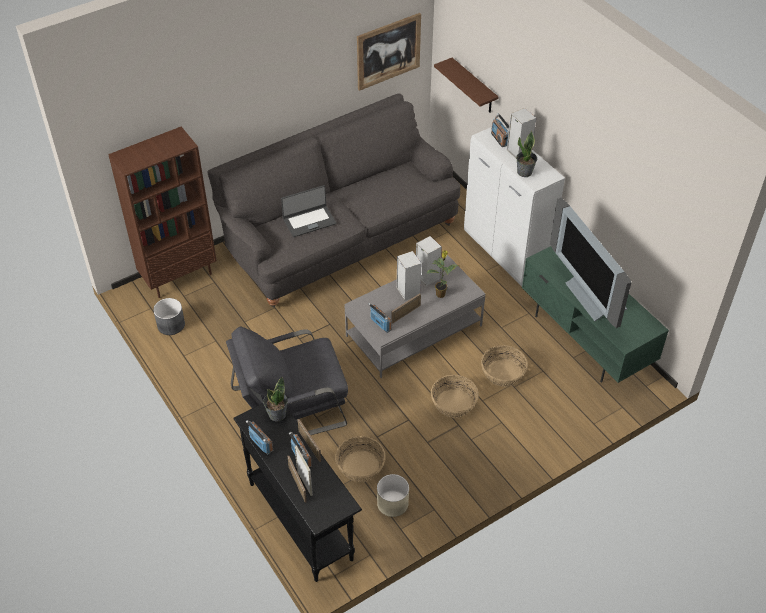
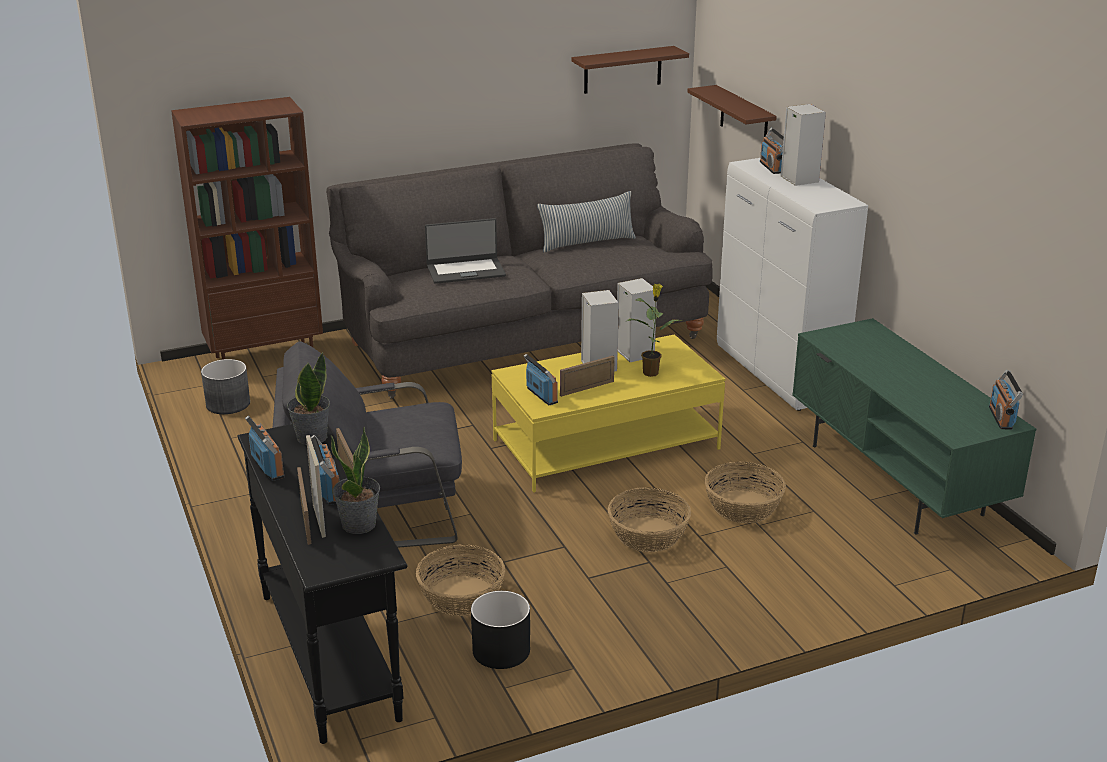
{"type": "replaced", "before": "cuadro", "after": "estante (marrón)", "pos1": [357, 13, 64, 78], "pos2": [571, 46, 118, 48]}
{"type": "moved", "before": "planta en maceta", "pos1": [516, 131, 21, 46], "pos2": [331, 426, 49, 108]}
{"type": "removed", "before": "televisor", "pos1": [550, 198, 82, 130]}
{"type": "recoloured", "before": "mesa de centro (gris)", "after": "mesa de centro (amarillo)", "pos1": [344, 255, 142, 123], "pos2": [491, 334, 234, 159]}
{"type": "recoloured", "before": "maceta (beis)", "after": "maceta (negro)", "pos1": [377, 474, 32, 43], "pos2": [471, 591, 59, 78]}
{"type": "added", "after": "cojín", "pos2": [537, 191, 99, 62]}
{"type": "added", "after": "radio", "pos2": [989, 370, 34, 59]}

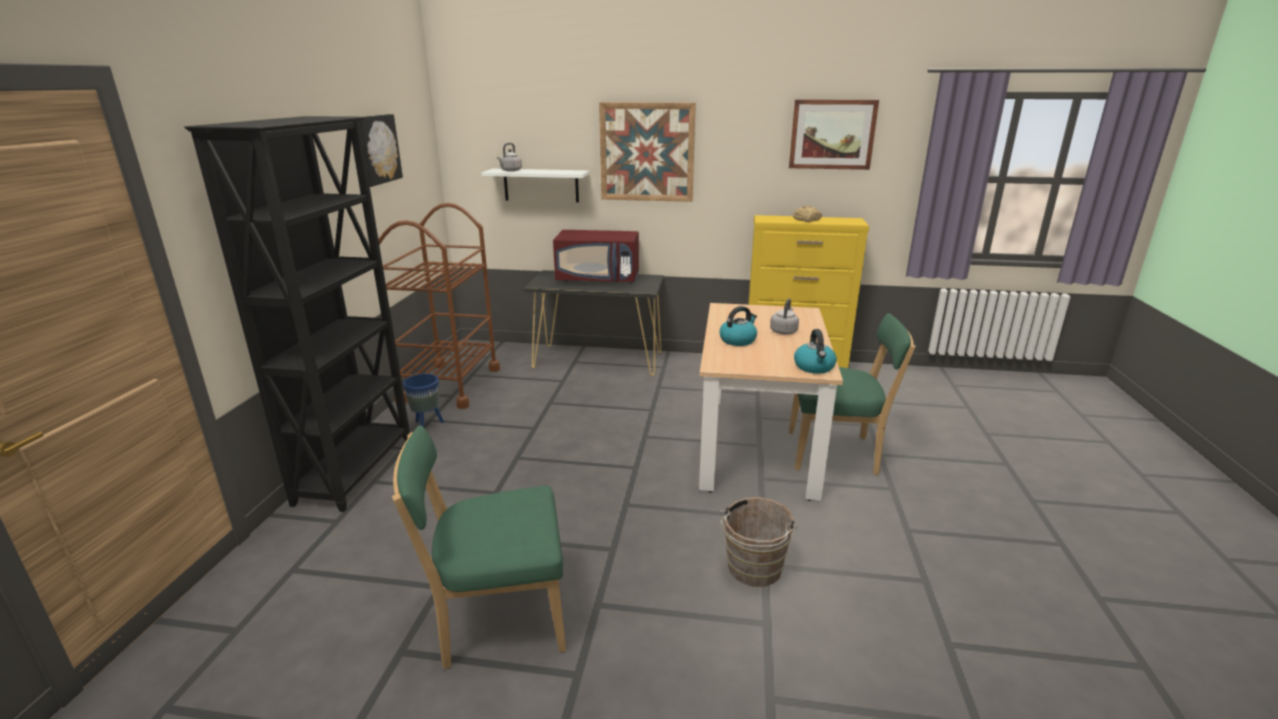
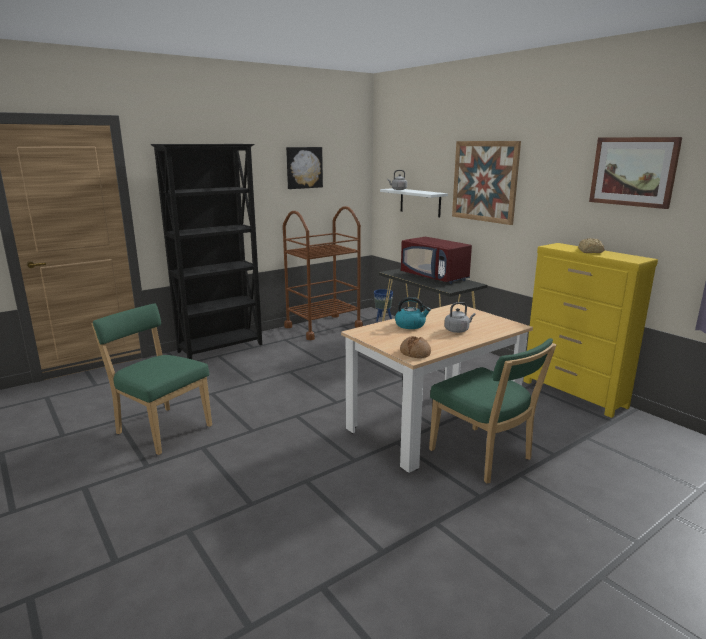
{"type": "replaced", "before": "hervidor", "after": "pan", "pos1": [794, 329, 43, 45], "pos2": [400, 336, 31, 22]}
{"type": "moved", "before": "maceta (azul)", "pos1": [403, 374, 41, 53], "pos2": [374, 289, 19, 33]}
{"type": "removed", "before": "cubo (marrón)", "pos1": [719, 497, 78, 90]}

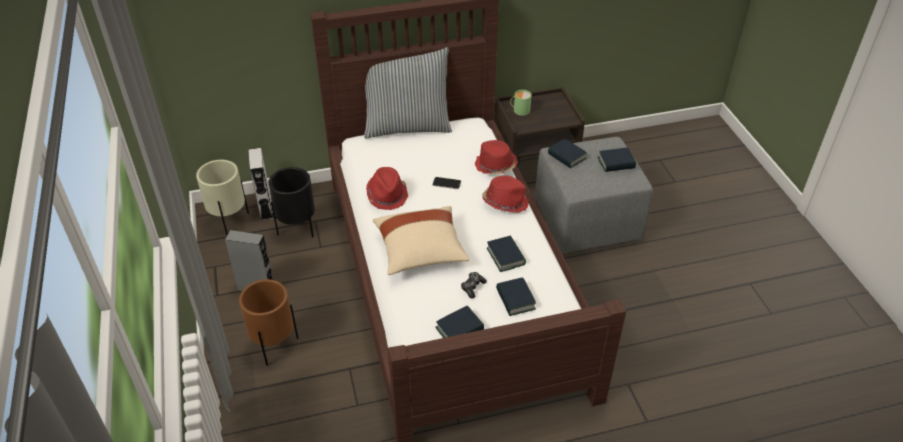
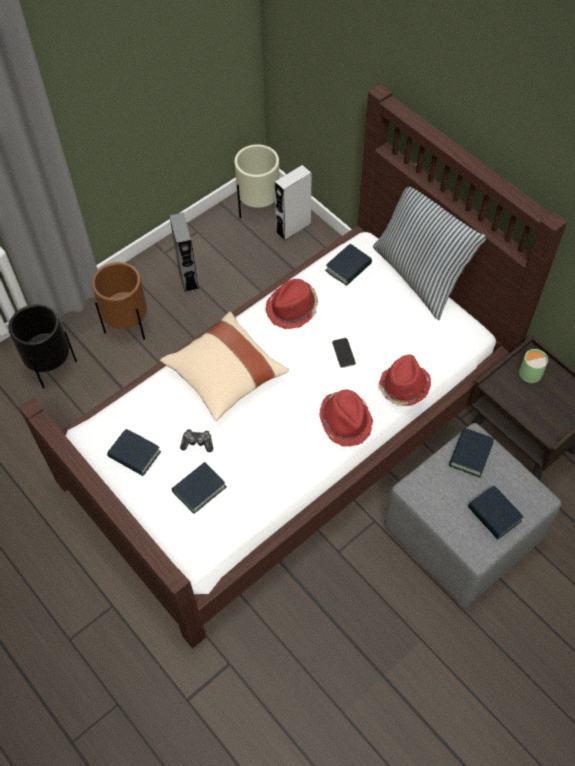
{"type": "moved", "before": "maceta (negro)", "pos1": [269, 167, 46, 70], "pos2": [9, 304, 68, 84]}
{"type": "moved", "before": "libro", "pos1": [487, 236, 39, 36], "pos2": [325, 244, 47, 42]}

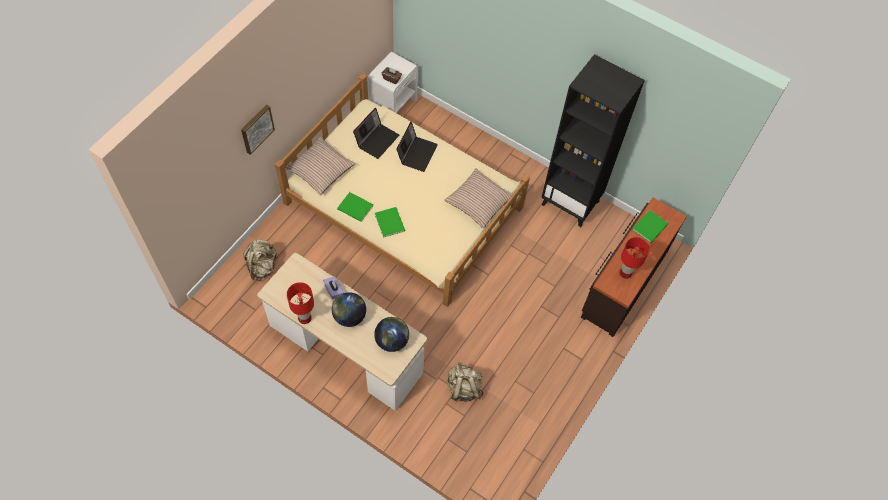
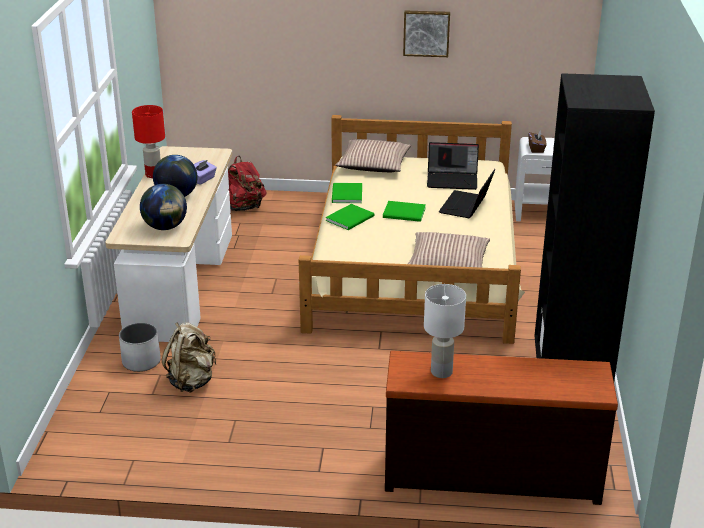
{"type": "moved", "before": "cuadro", "pos1": [241, 105, 34, 50], "pos2": [403, 11, 47, 46]}
{"type": "turned", "before": "portátil", "pos1": [396, 122, 42, 50], "pos2": [439, 169, 56, 49], "turn": 120}
{"type": "moved", "before": "libro (verde)", "pos1": [632, 210, 36, 33], "pos2": [383, 201, 43, 21]}
{"type": "recoloured", "before": "lámpara de mesa (rojo)", "after": "lámpara de mesa (blanco)", "pos1": [620, 237, 30, 42], "pos2": [424, 284, 42, 94]}
{"type": "recoloured", "before": "mochila (beis)", "after": "mochila (rojo)", "pos1": [243, 239, 35, 42], "pos2": [228, 156, 38, 55]}
{"type": "added", "after": "maceta (blanco)", "pos2": [119, 323, 42, 49]}

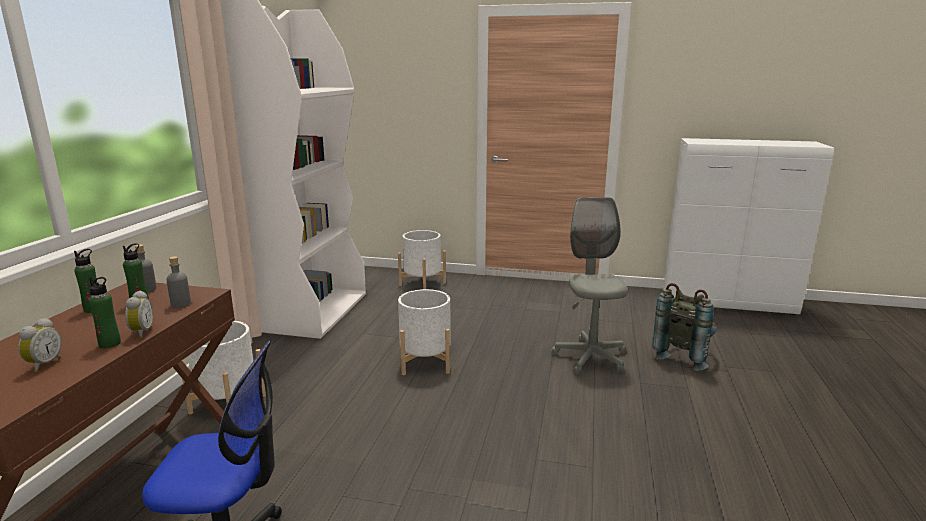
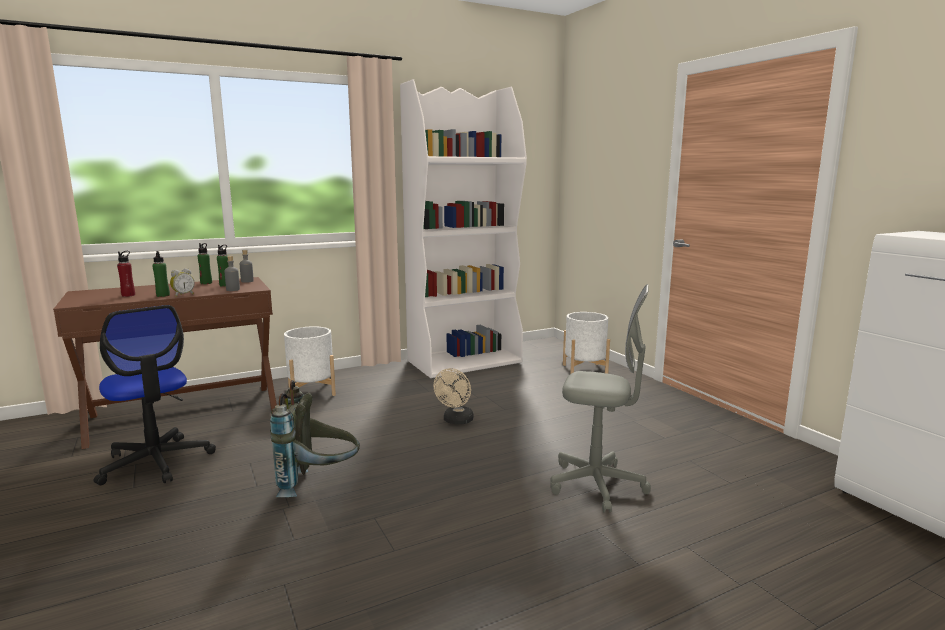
{"type": "turned", "before": "silla de oficina (gris)", "pos1": [551, 197, 77, 178], "pos2": [550, 284, 101, 229], "turn": 60}
{"type": "moved", "before": "mochila (gris)", "pos1": [652, 283, 65, 88], "pos2": [270, 380, 90, 117]}
{"type": "replaced", "before": "maceta (blanco)", "after": "ventilador (beis)", "pos1": [398, 289, 53, 86], "pos2": [433, 368, 41, 57]}
{"type": "replaced", "before": "despertador", "after": "botella (rojo)", "pos1": [18, 318, 44, 54], "pos2": [117, 251, 18, 46]}

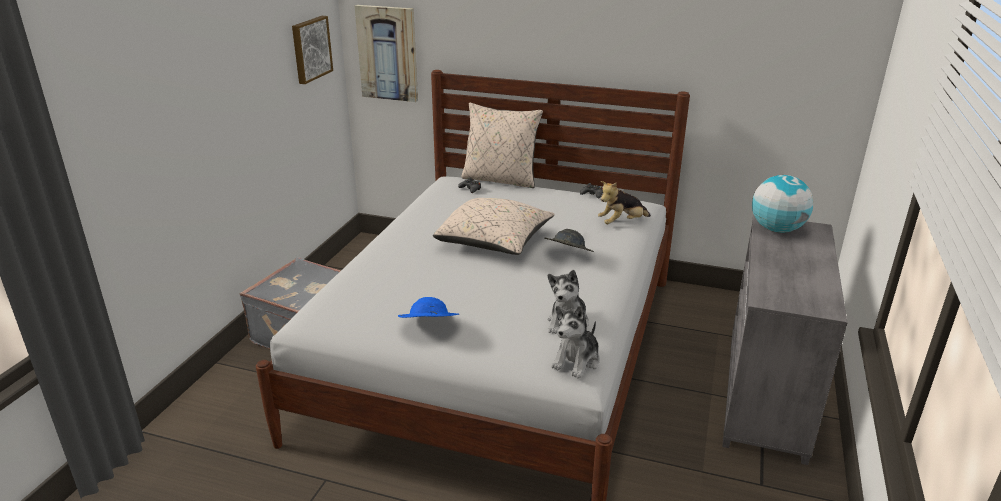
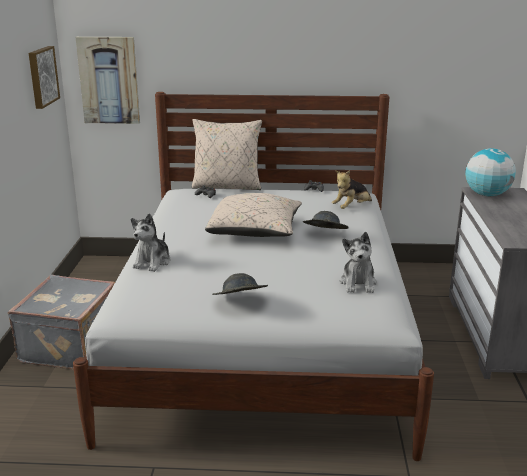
{"type": "recoloured", "before": "sombrero (azul)", "after": "sombrero (gris)", "pos1": [398, 297, 61, 21], "pos2": [212, 273, 56, 22]}
{"type": "moved", "before": "peluche", "pos1": [551, 306, 49, 72], "pos2": [131, 213, 40, 59]}

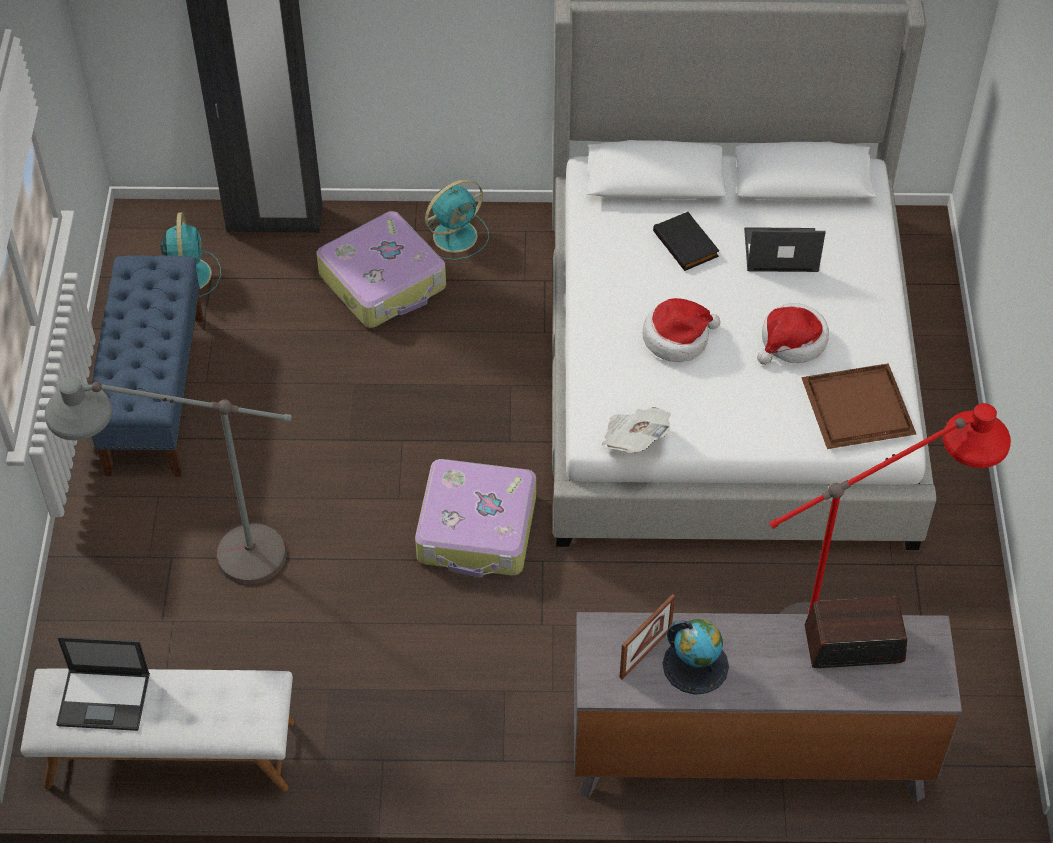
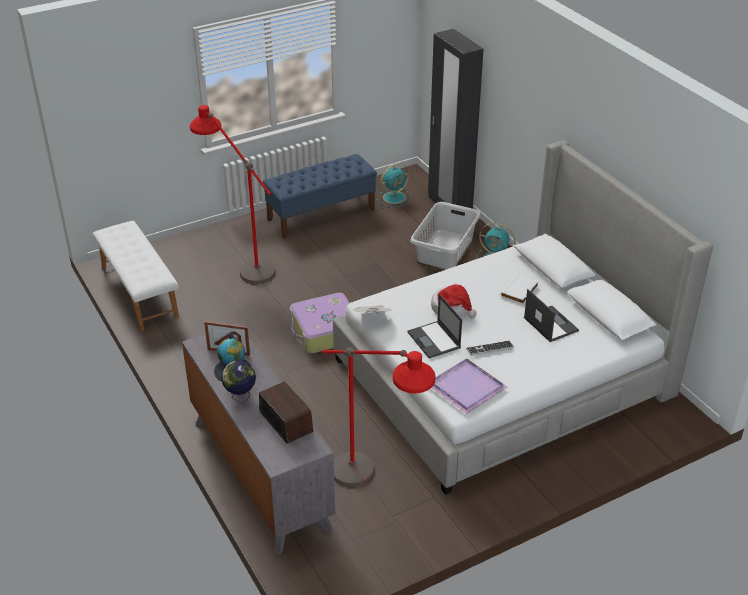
{"type": "replaced", "before": "maleta", "after": "cesto de la ropa (gris)", "pos1": [317, 211, 129, 117], "pos2": [410, 202, 71, 67]}
{"type": "recoloured", "before": "libro (negro)", "after": "libro (blanco)", "pos1": [653, 212, 66, 59], "pos2": [501, 273, 38, 31]}
{"type": "replaced", "before": "sombrero", "after": "teclado", "pos1": [757, 303, 72, 62], "pos2": [466, 341, 48, 15]}
{"type": "recoloured", "before": "bandeja (marrón)", "after": "bandeja (morado)", "pos1": [801, 363, 115, 86], "pos2": [432, 358, 75, 56]}
{"type": "recoloured", "before": "lámpara de pie (gris)", "after": "lámpara de pie (rojo)", "pos1": [45, 376, 247, 209], "pos2": [190, 105, 86, 179]}
{"type": "moved", "before": "portátil", "pos1": [56, 637, 94, 94], "pos2": [408, 294, 54, 64]}
{"type": "added", "after": "globo terráqueo", "pos2": [221, 360, 35, 43]}

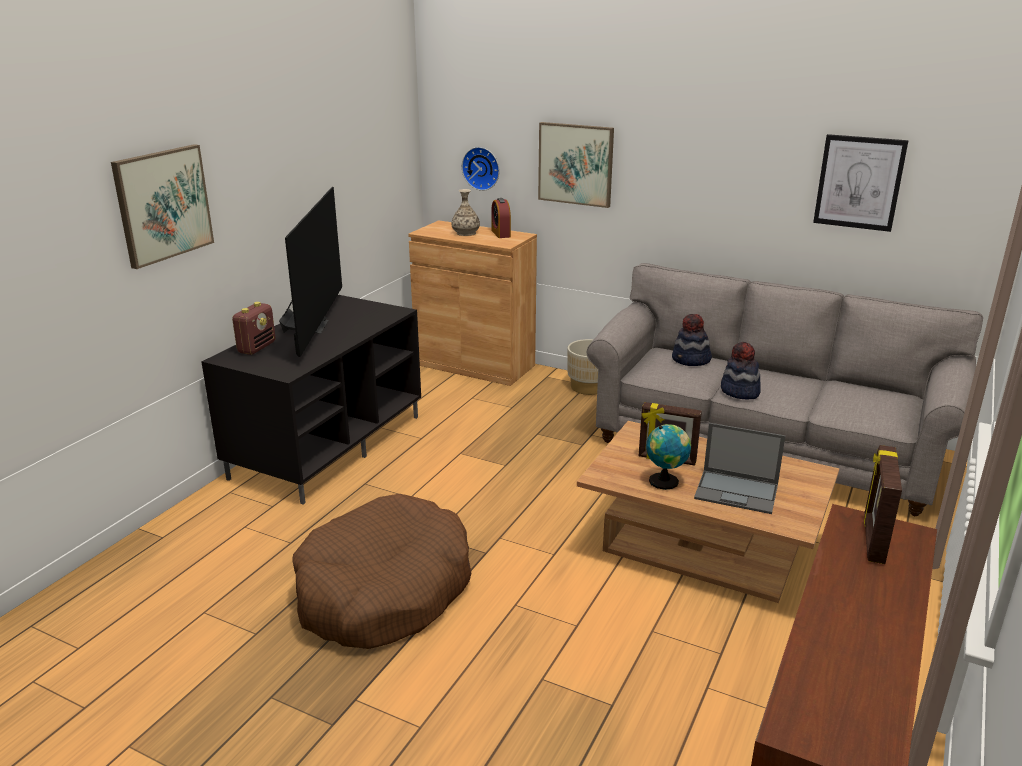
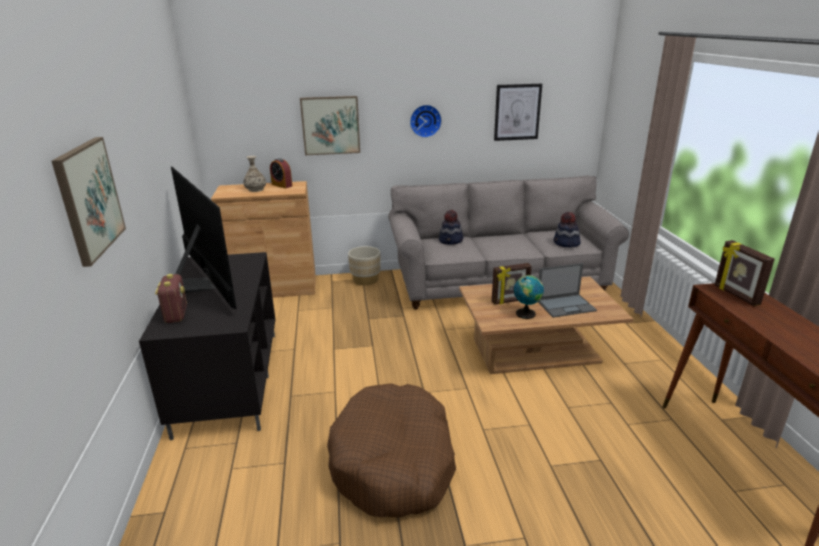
{"type": "moved", "before": "reloj de pared", "pos1": [462, 147, 37, 44], "pos2": [410, 105, 32, 33]}
{"type": "moved", "before": "sombrero", "pos1": [721, 342, 40, 57], "pos2": [554, 212, 27, 35]}

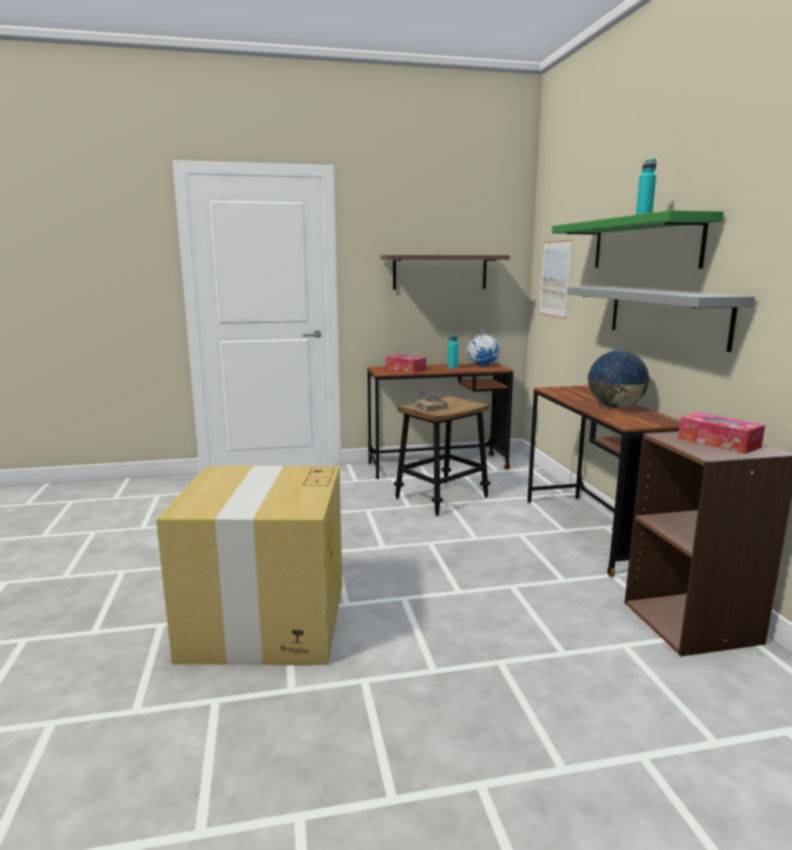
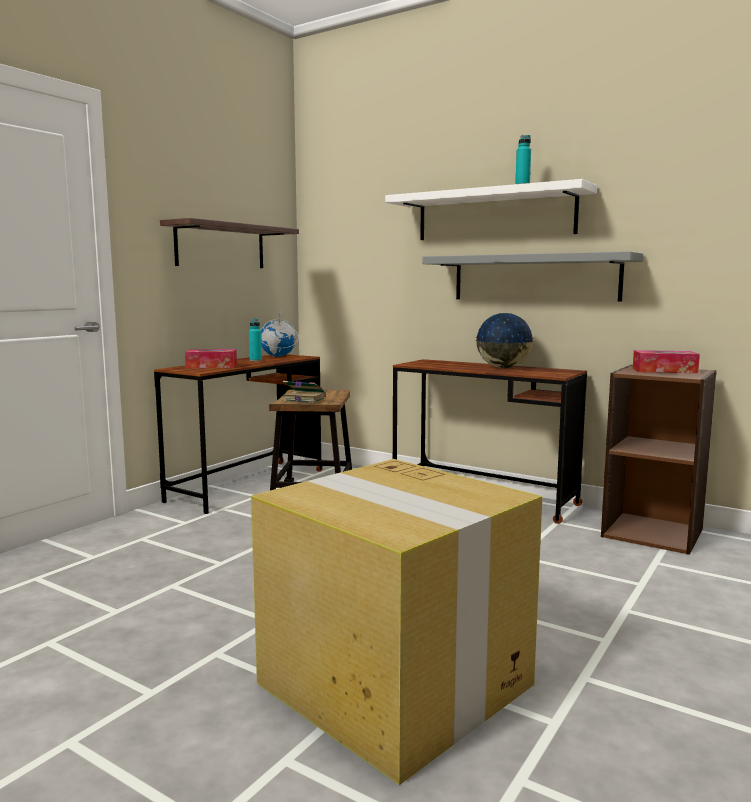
{"type": "recoloured", "before": "estante (verde)", "after": "estante (blanco)", "pos1": [552, 210, 172, 59], "pos2": [385, 179, 212, 61]}
{"type": "removed", "before": "cuadro", "pos1": [539, 240, 33, 79]}

